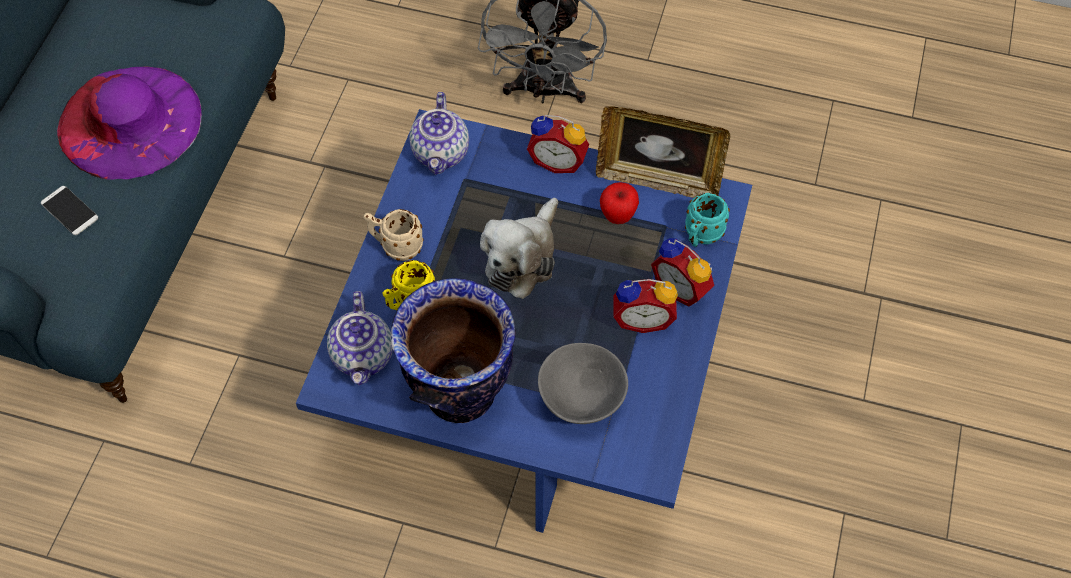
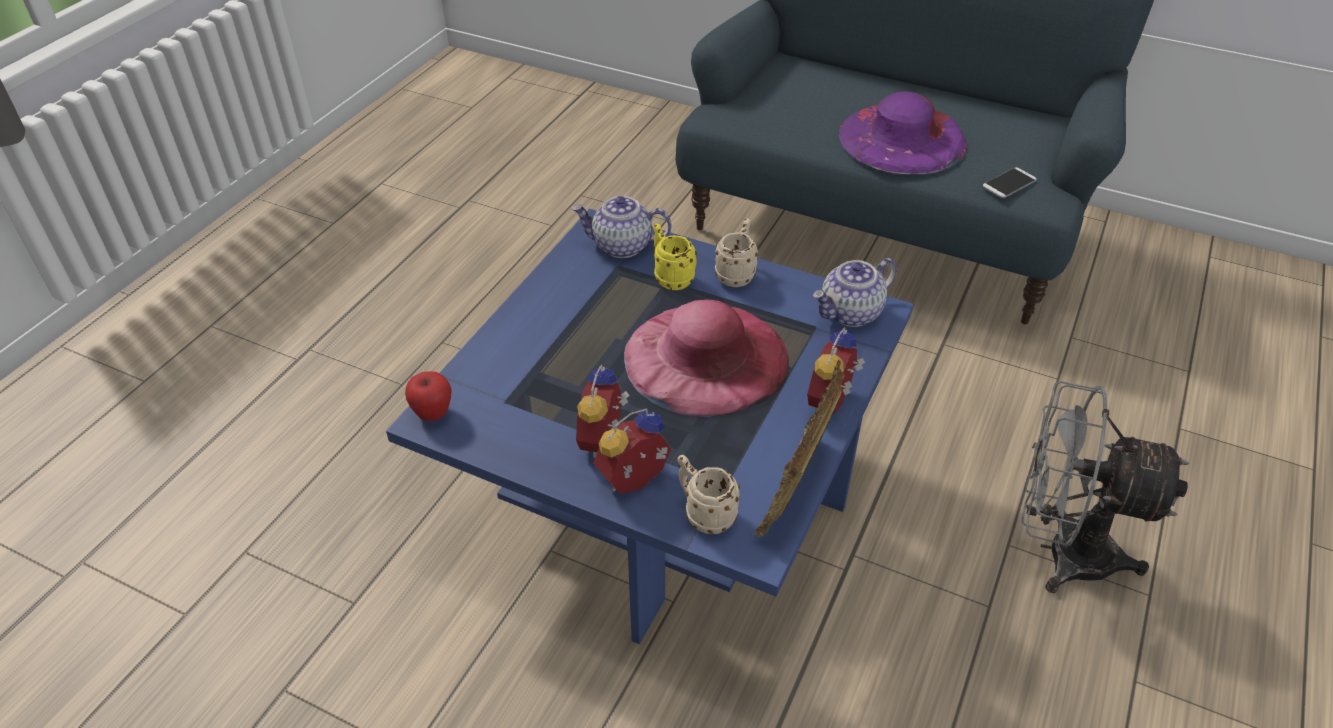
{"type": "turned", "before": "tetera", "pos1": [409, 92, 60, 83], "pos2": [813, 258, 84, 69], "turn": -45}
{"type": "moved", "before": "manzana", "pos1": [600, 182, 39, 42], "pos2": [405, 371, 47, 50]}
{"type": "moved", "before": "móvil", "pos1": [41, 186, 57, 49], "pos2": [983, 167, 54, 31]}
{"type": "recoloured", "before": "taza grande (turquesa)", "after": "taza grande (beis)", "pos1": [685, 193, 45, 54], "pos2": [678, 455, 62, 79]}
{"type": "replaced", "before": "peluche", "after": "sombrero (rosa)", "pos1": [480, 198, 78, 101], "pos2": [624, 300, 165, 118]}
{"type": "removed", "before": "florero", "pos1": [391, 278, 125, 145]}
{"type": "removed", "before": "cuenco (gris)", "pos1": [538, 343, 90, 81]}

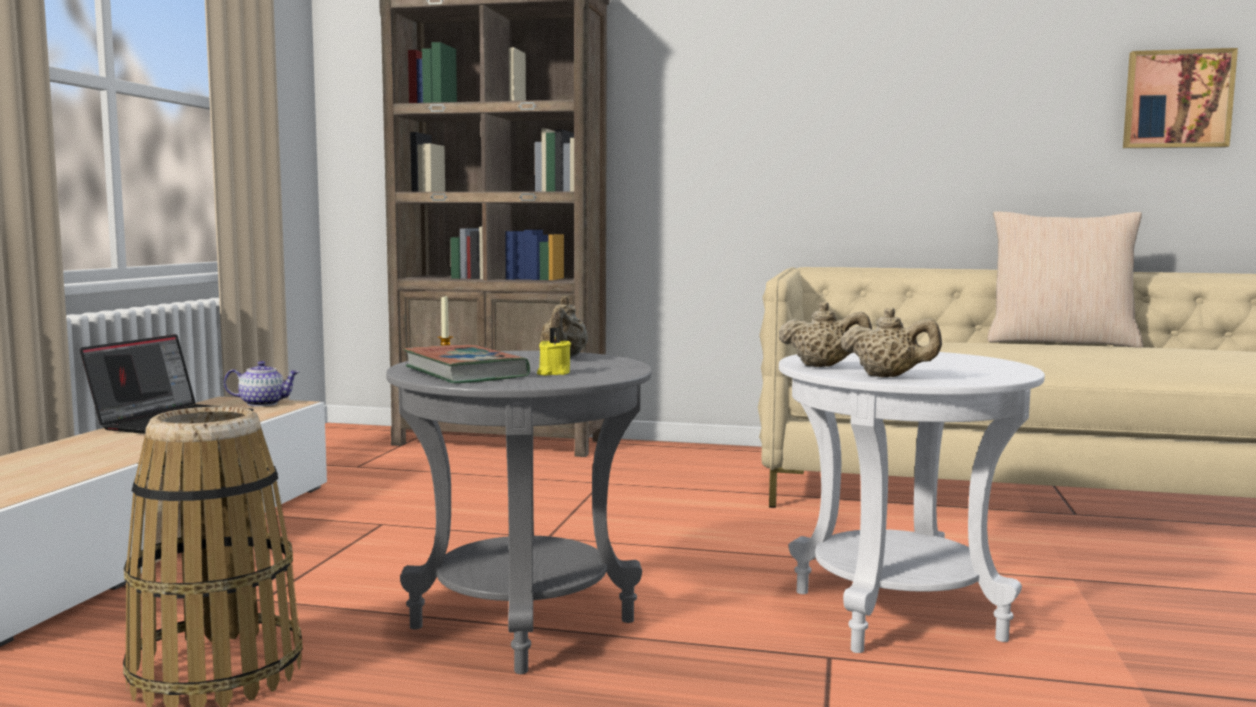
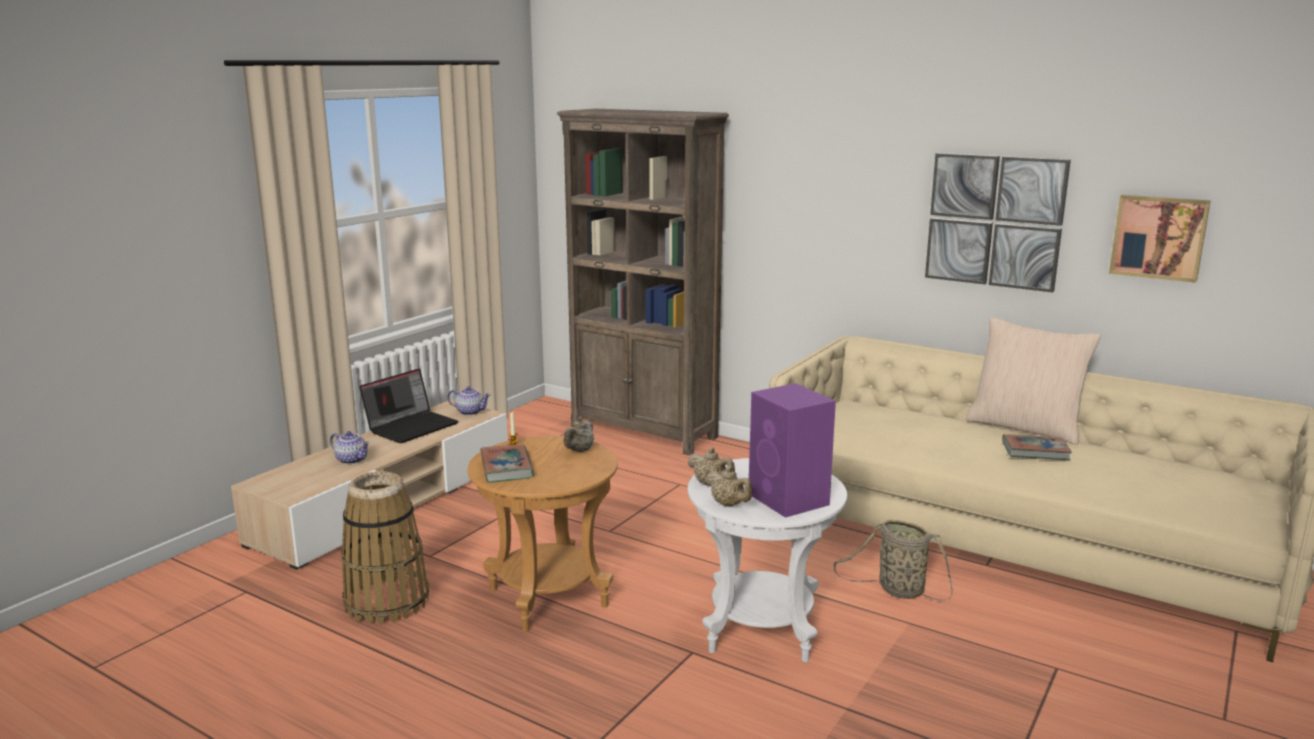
{"type": "removed", "before": "vela (amarillo)", "pos1": [537, 327, 34, 49]}
{"type": "recoloured", "before": "mesa auxiliar (gris)", "after": "mesa auxiliar (marrón)", "pos1": [386, 351, 266, 323], "pos2": [467, 436, 151, 196]}
{"type": "added", "after": "cuadro", "pos2": [925, 153, 146, 139]}
{"type": "added", "after": "altavoz (morado)", "pos2": [749, 383, 87, 135]}
{"type": "added", "after": "tetera", "pos2": [330, 431, 40, 33]}
{"type": "added", "after": "libro", "pos2": [1002, 434, 70, 27]}
{"type": "added", "after": "cesta", "pos2": [834, 520, 118, 81]}

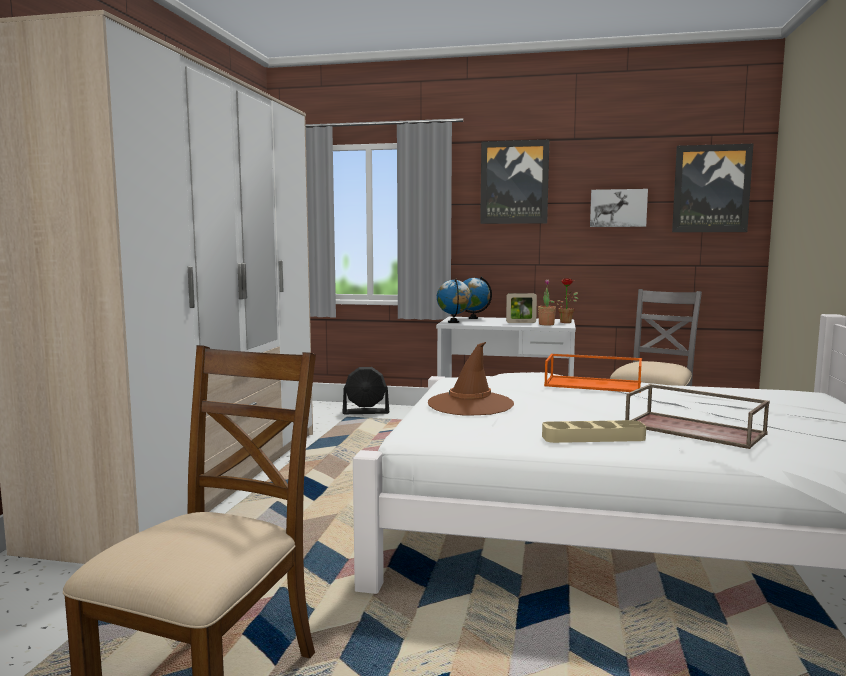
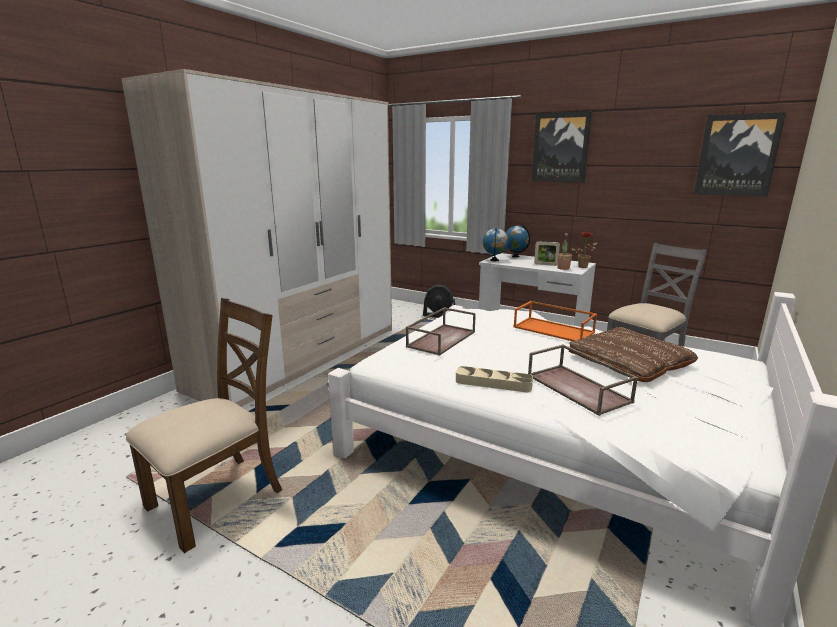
{"type": "removed", "before": "cuadro", "pos1": [590, 189, 58, 38]}
{"type": "replaced", "before": "sombrero (marrón)", "after": "bandeja (marrón)", "pos1": [428, 342, 86, 74], "pos2": [406, 307, 70, 49]}
{"type": "added", "after": "cojín (marrón)", "pos2": [569, 327, 129, 55]}

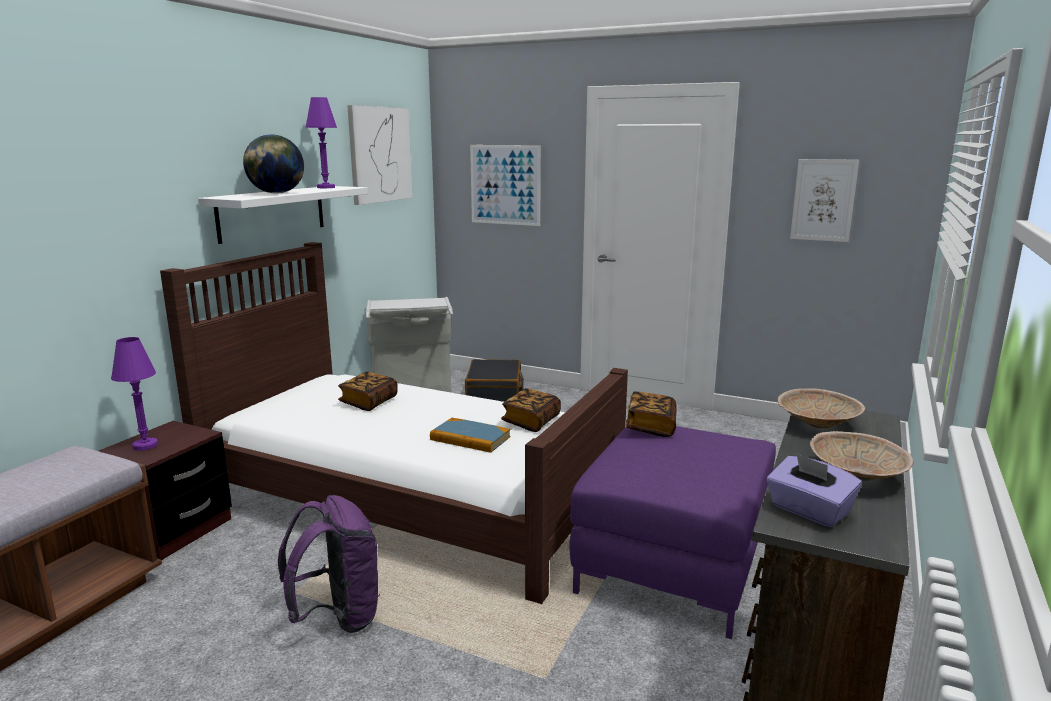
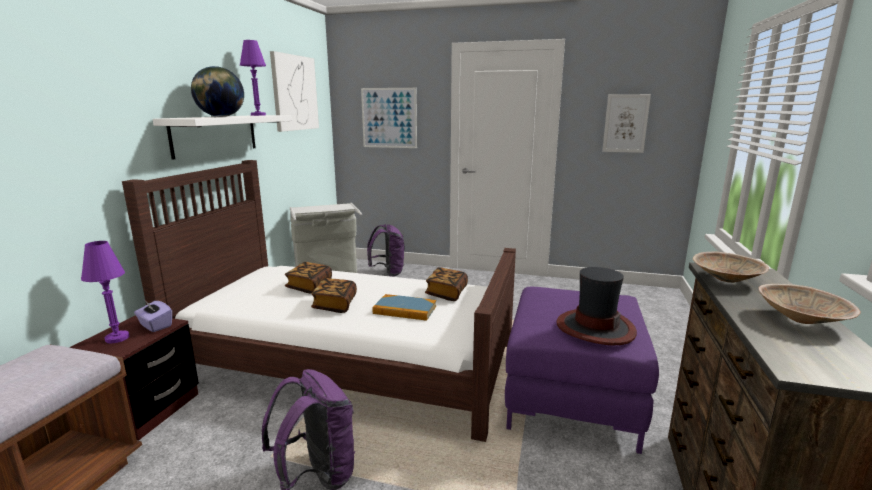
{"type": "replaced", "before": "maleta (negro)", "after": "mochila (morado)", "pos1": [465, 359, 59, 43], "pos2": [367, 224, 37, 53]}
{"type": "moved", "before": "libro", "pos1": [626, 391, 51, 46], "pos2": [311, 278, 46, 35]}
{"type": "moved", "before": "caja de pañuelos (morado)", "pos1": [767, 453, 95, 74], "pos2": [134, 301, 38, 31]}
{"type": "added", "after": "sombrero", "pos2": [556, 267, 81, 78]}

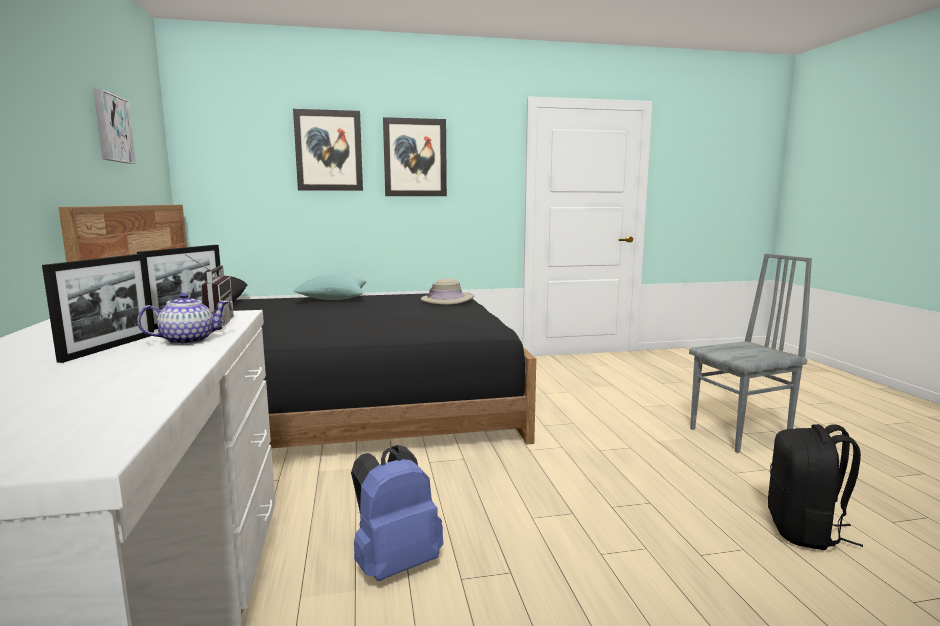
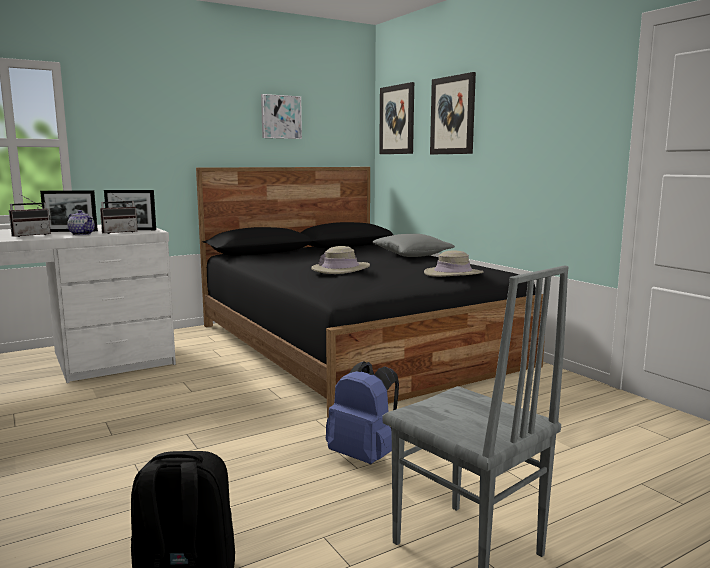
{"type": "moved", "before": "cuadro", "pos1": [383, 117, 64, 79], "pos2": [379, 82, 35, 72]}
{"type": "recoloured", "before": "cojín (turquesa)", "after": "cojín (gris)", "pos1": [293, 275, 73, 25], "pos2": [372, 234, 83, 23]}
{"type": "moved", "before": "mochila (azul)", "pos1": [351, 445, 92, 136], "pos2": [326, 361, 73, 103]}
{"type": "added", "after": "radio", "pos2": [9, 194, 42, 43]}
{"type": "added", "after": "sombrero (beis)", "pos2": [311, 246, 59, 28]}

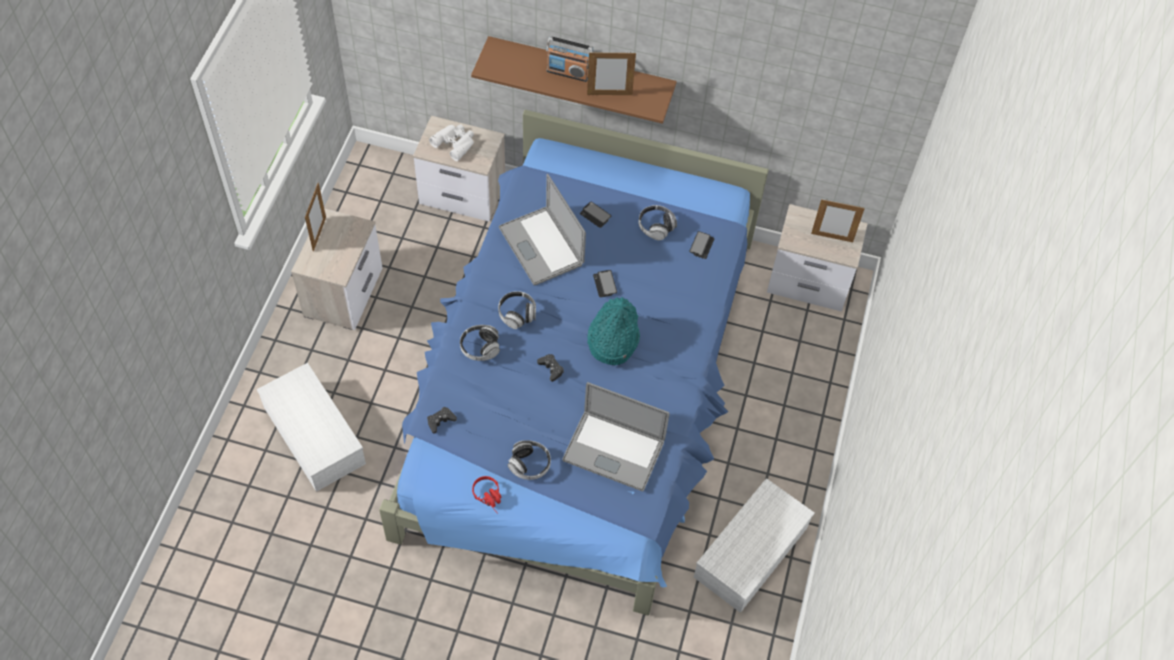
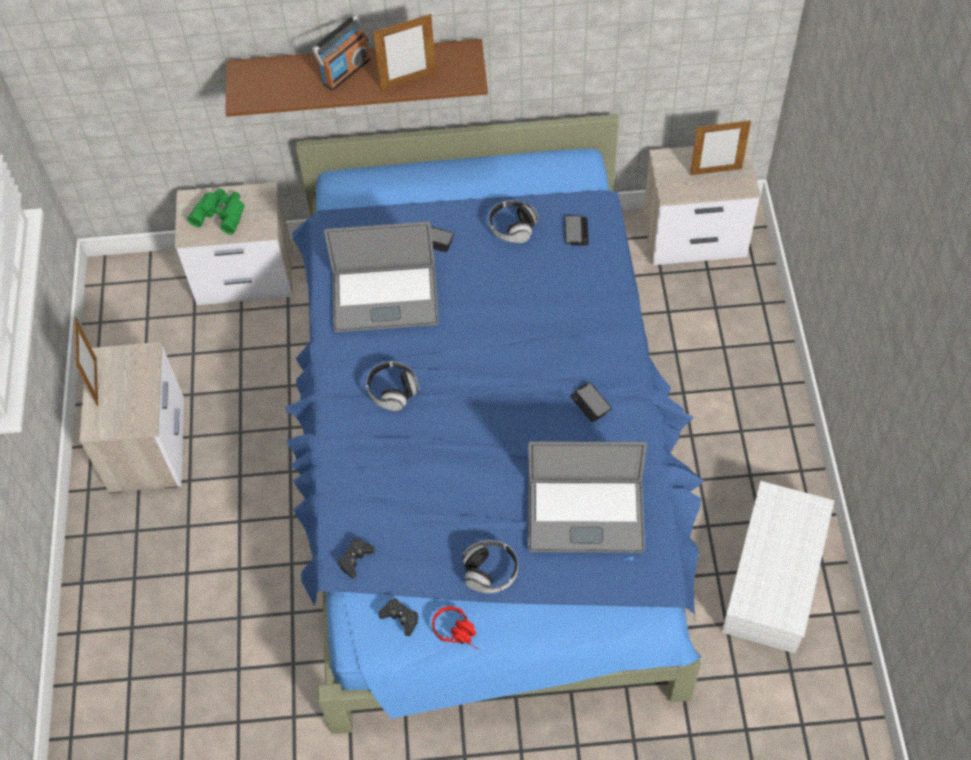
{"type": "turned", "before": "radio", "pos1": [546, 36, 47, 46], "pos2": [312, 15, 58, 76], "turn": -45}
{"type": "recoloured", "before": "prismáticos (blanco)", "after": "prismáticos (verde)", "pos1": [429, 124, 45, 37], "pos2": [187, 188, 58, 47]}
{"type": "turned", "before": "portátil", "pos1": [499, 174, 87, 112], "pos2": [324, 221, 114, 111], "turn": -45}
{"type": "moved", "before": "móvil", "pos1": [593, 270, 24, 27], "pos2": [570, 382, 42, 40]}
{"type": "removed", "before": "sombrero (turquesa)", "pos1": [587, 297, 53, 68]}
{"type": "removed", "before": "auriculares", "pos1": [460, 325, 40, 36]}
{"type": "moved", "before": "mando de consola (negro)", "pos1": [537, 354, 27, 28], "pos2": [378, 598, 41, 38]}
{"type": "removed", "before": "caja de almacenaje (blanco)", "pos1": [257, 363, 109, 129]}

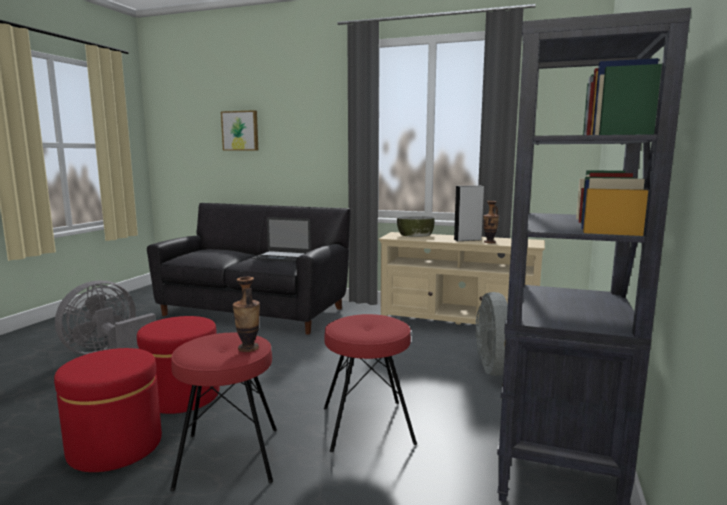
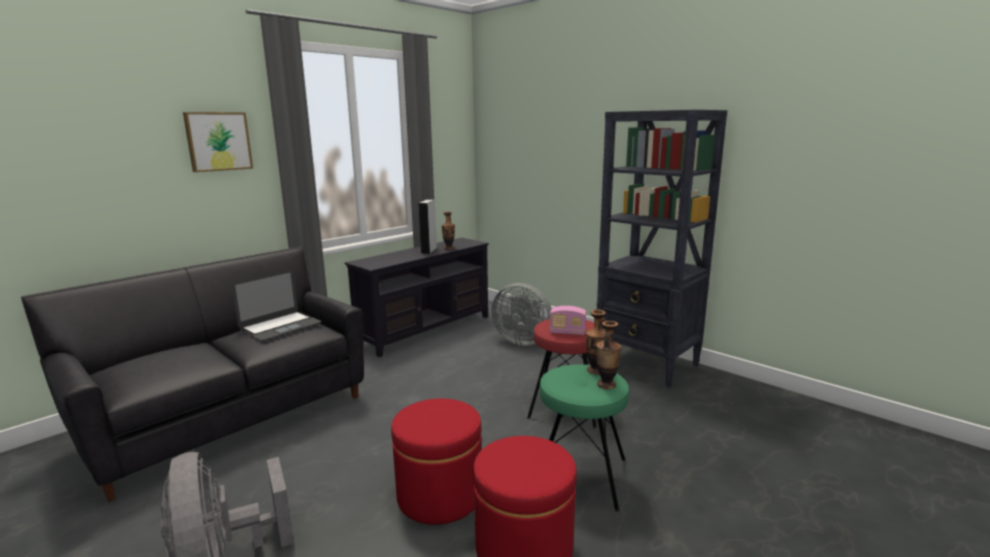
{"type": "moved", "before": "cuadro", "pos1": [221, 110, 37, 41], "pos2": [183, 112, 70, 60]}
{"type": "removed", "before": "cuenco", "pos1": [397, 216, 38, 21]}
{"type": "recoloured", "before": "mueble de televisión (beis)", "after": "mueble de televisión (negro)", "pos1": [378, 232, 167, 93], "pos2": [345, 238, 144, 119]}
{"type": "recoloured", "before": "taburete (rojo)", "after": "taburete (verde)", "pos1": [170, 333, 107, 158], "pos2": [540, 364, 89, 148]}
{"type": "added", "after": "radio", "pos2": [550, 306, 36, 29]}
{"type": "added", "after": "florero", "pos2": [596, 321, 25, 68]}

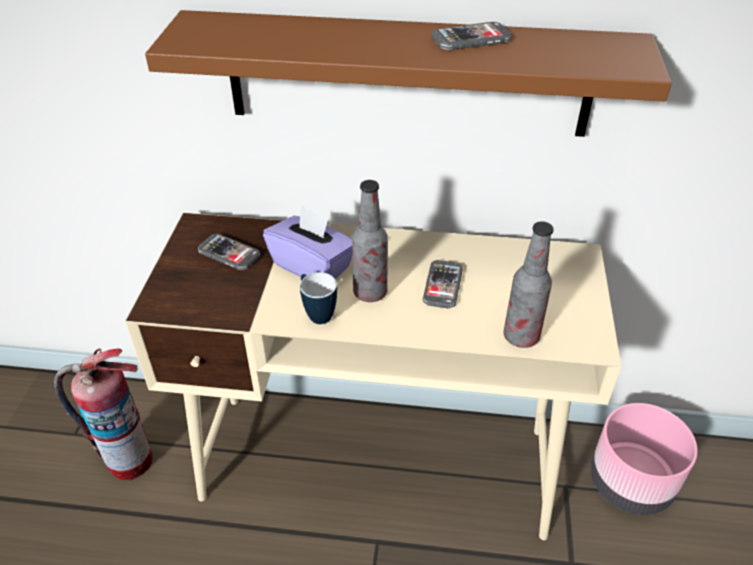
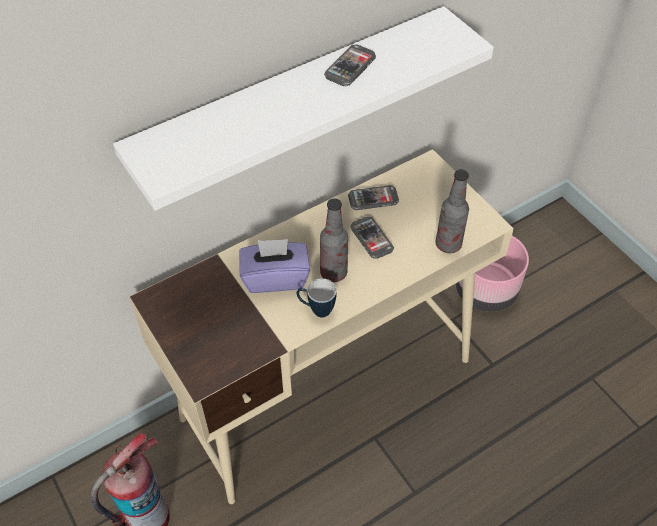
{"type": "recoloured", "before": "estante (marrón)", "after": "estante (blanco)", "pos1": [145, 10, 527, 127], "pos2": [113, 6, 381, 205]}
{"type": "moved", "before": "móvil", "pos1": [198, 233, 62, 37], "pos2": [348, 185, 51, 25]}

